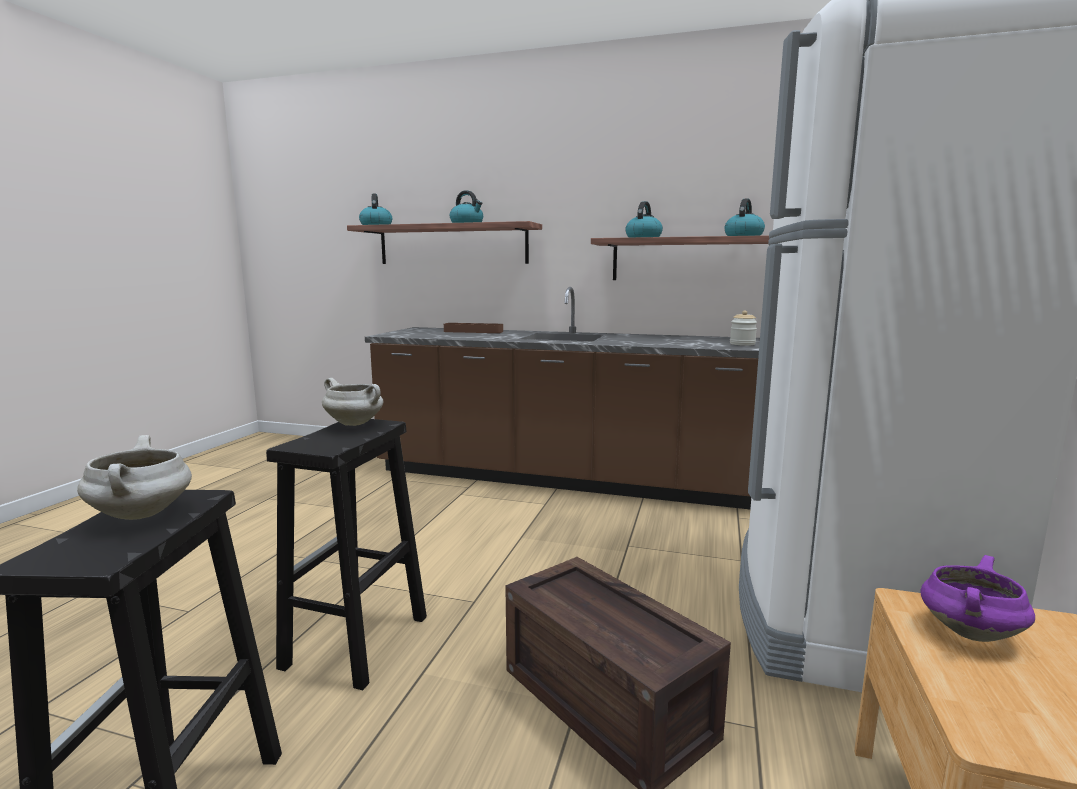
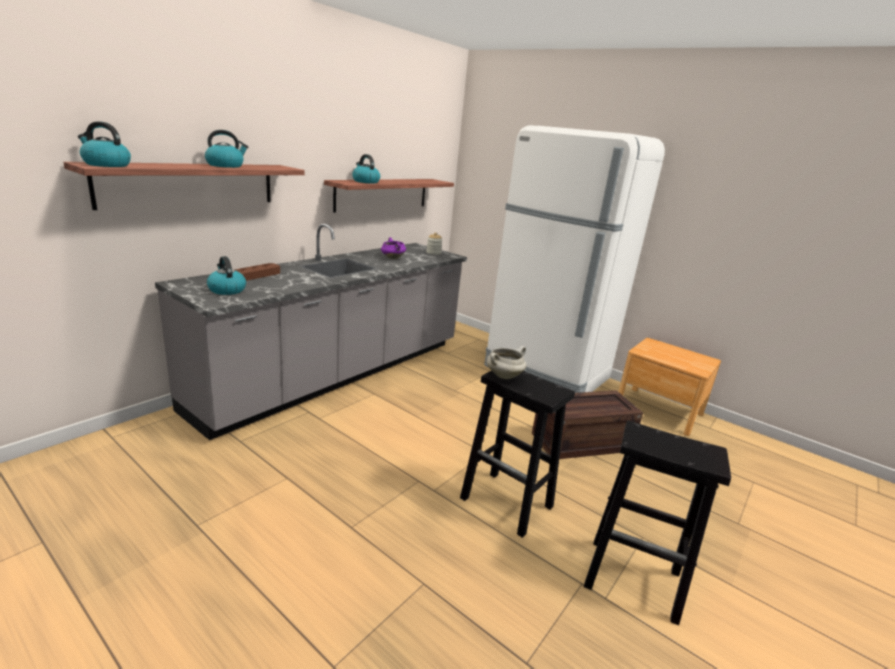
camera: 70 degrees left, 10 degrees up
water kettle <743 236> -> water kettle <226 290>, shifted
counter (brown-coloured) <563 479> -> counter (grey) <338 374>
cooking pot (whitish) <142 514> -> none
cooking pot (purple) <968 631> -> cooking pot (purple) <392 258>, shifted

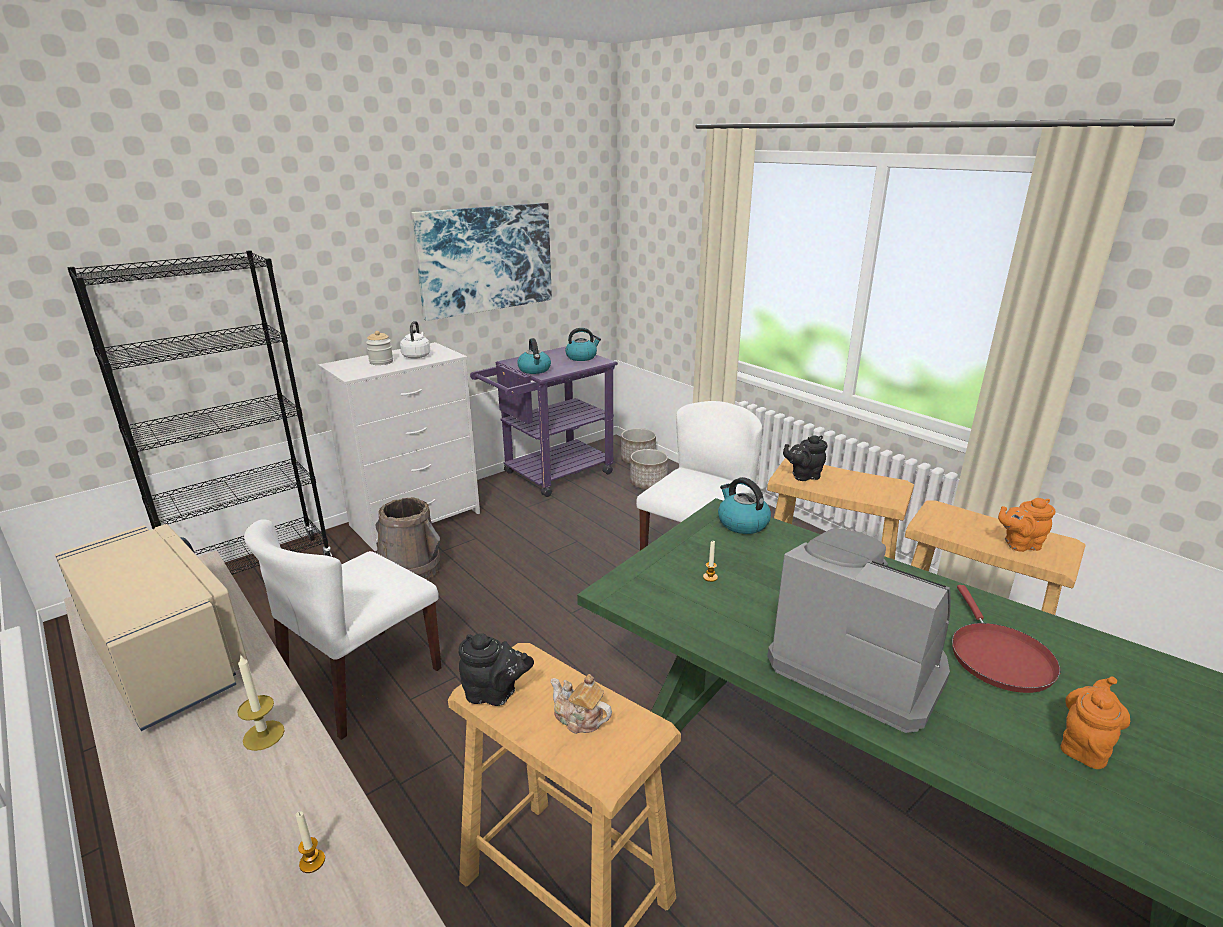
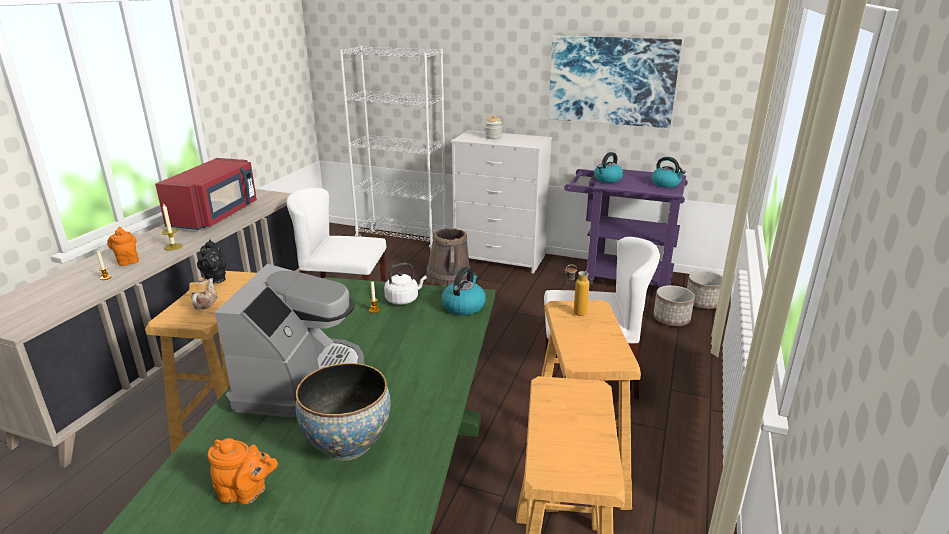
camera: 60 degrees right, 0 degrees up
bookcase (blackish) <253 571> -> bookcase (whitish) <402 242>
water kettle (whitish) <417 356> -> water kettle (whitish) <404 299>, shifted
tea pot (blackish) <803 476> -> drink bottle <574 313>
tea pot (orangey) <1019 544> -> tea pot (orangey) <127 260>, shifted
kitchen microwave (sand-coloured) <168 657> -> kitchen microwave (red-coloured) <216 215>
frying pan (red-coloured) <997 657> -> deep dish <348 444>

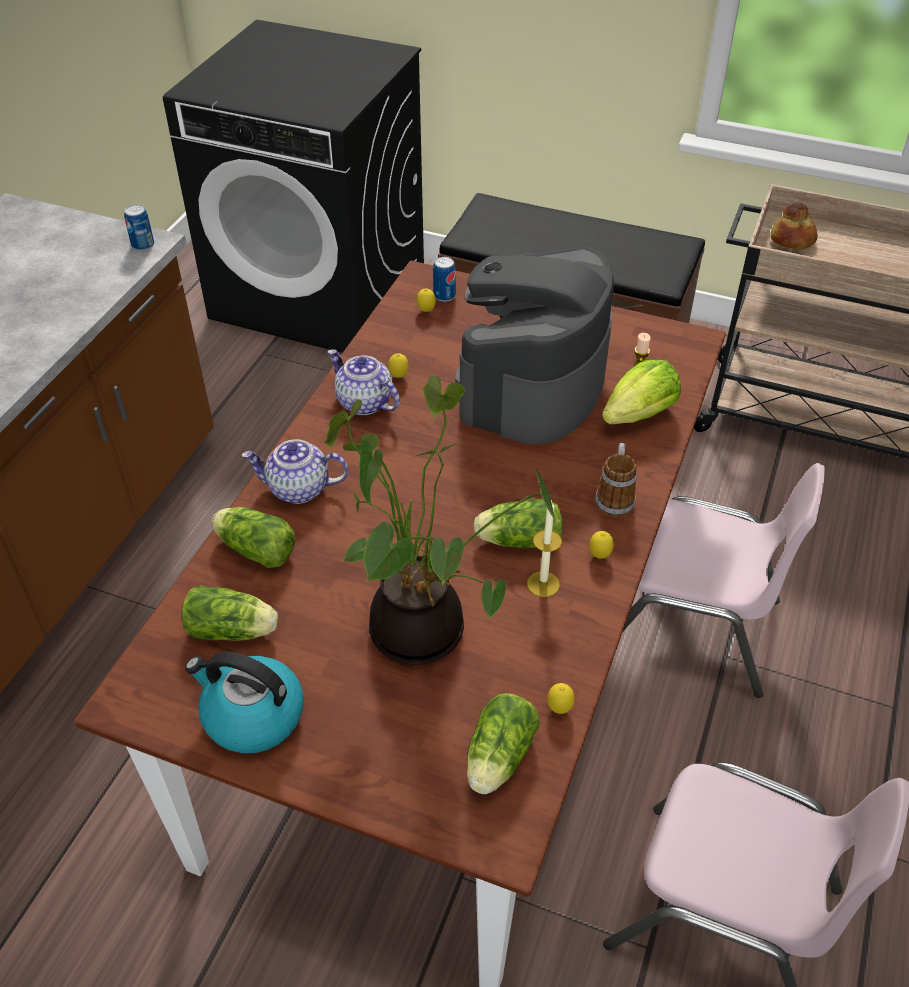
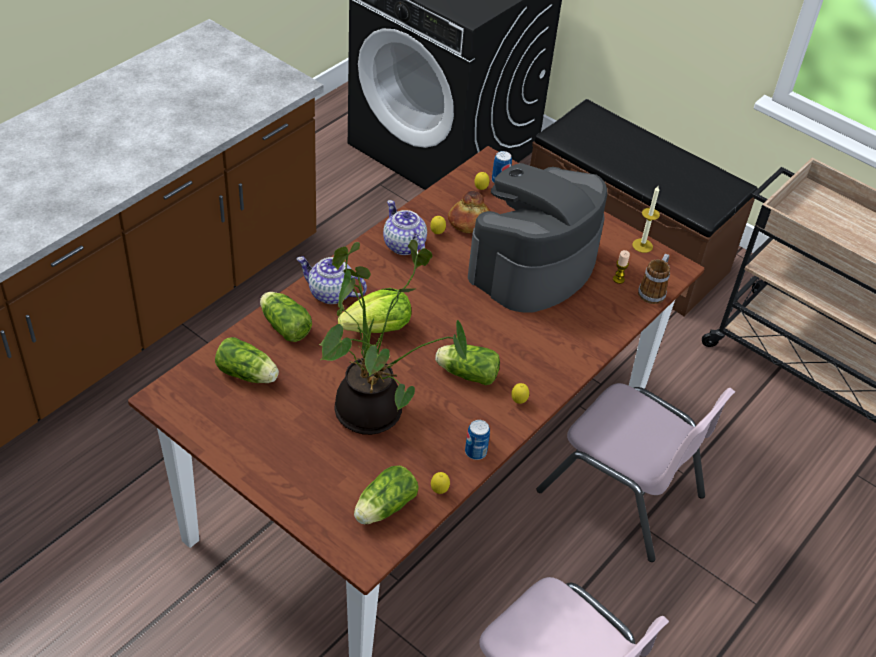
camera: 15 degrees right, 0 degrees up
baked bread <791 240> -> baked bread <469 222>, shifted
can <143 245> -> can <475 452>, shifted
lettuce head <640 415> -> lettuce head <378 329>, shifted
coffee mug <615 497> -> coffee mug <653 291>, shifted
wax candle <543 584> -> wax candle <642 245>, shifted
water kettle <252 716> -> none

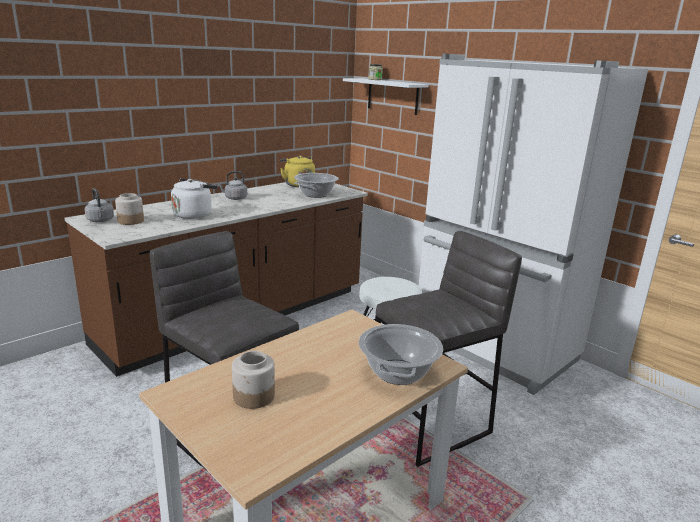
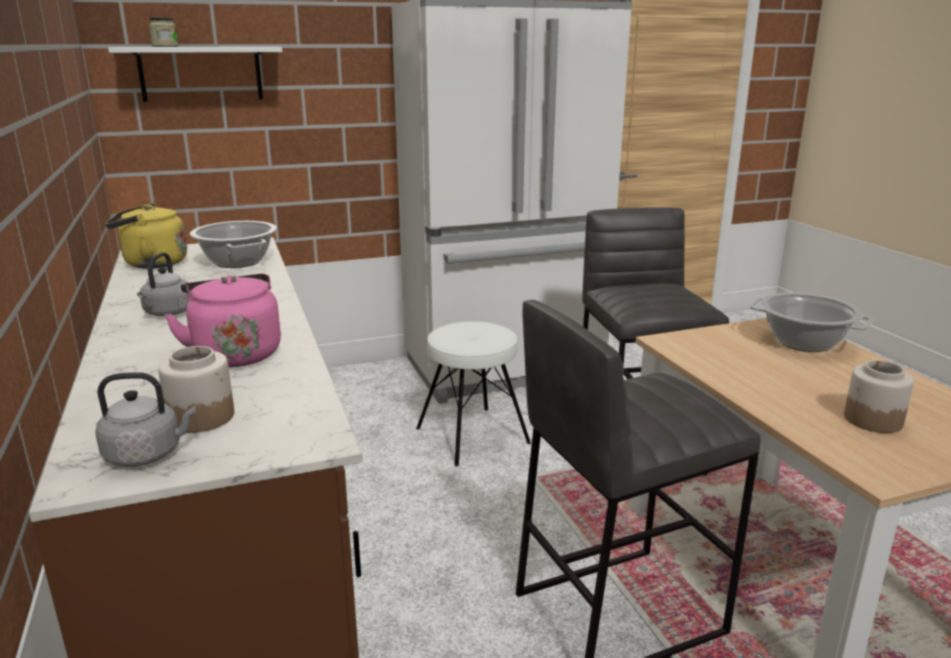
camera: 65 degrees left, 0 degrees up
water kettle (whitish) <194 214> -> water kettle (pink-coloured) <235 353>

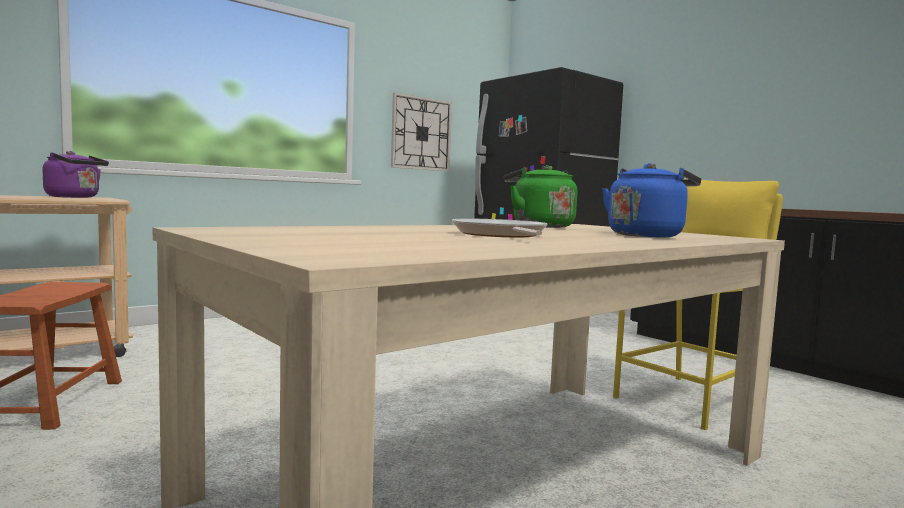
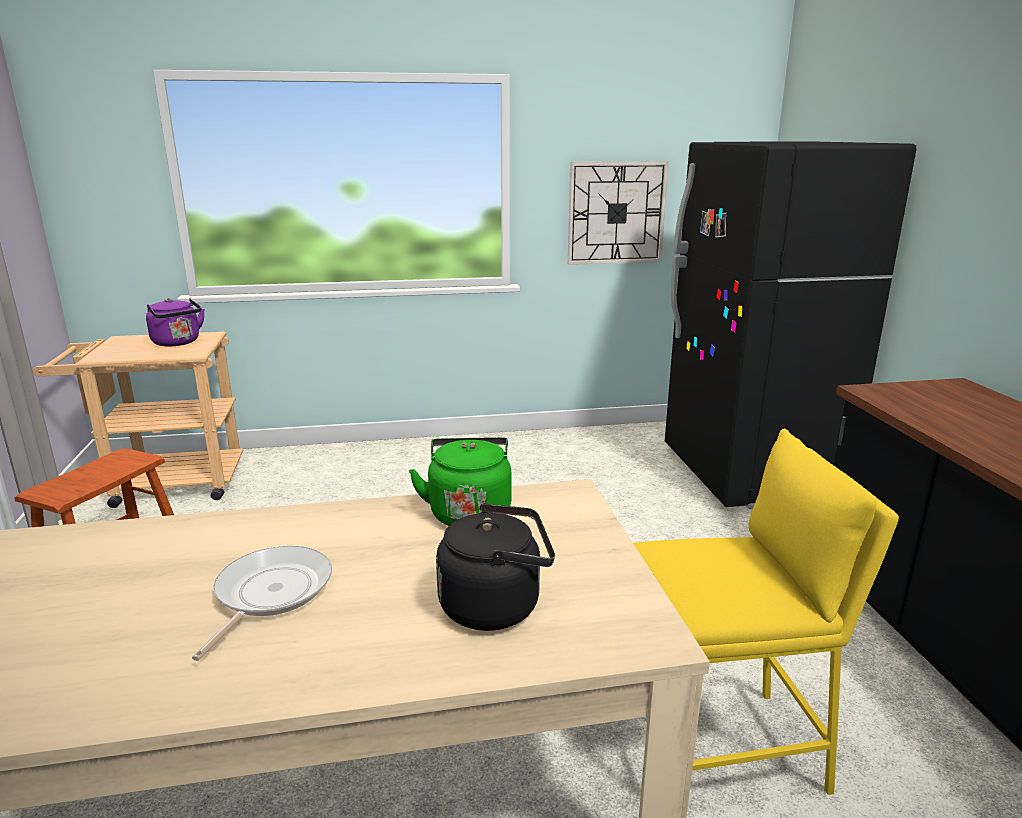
camera: 30 degrees right, 15 degrees up
water kettle (blue) <646 235> -> water kettle (blackish) <496 605>

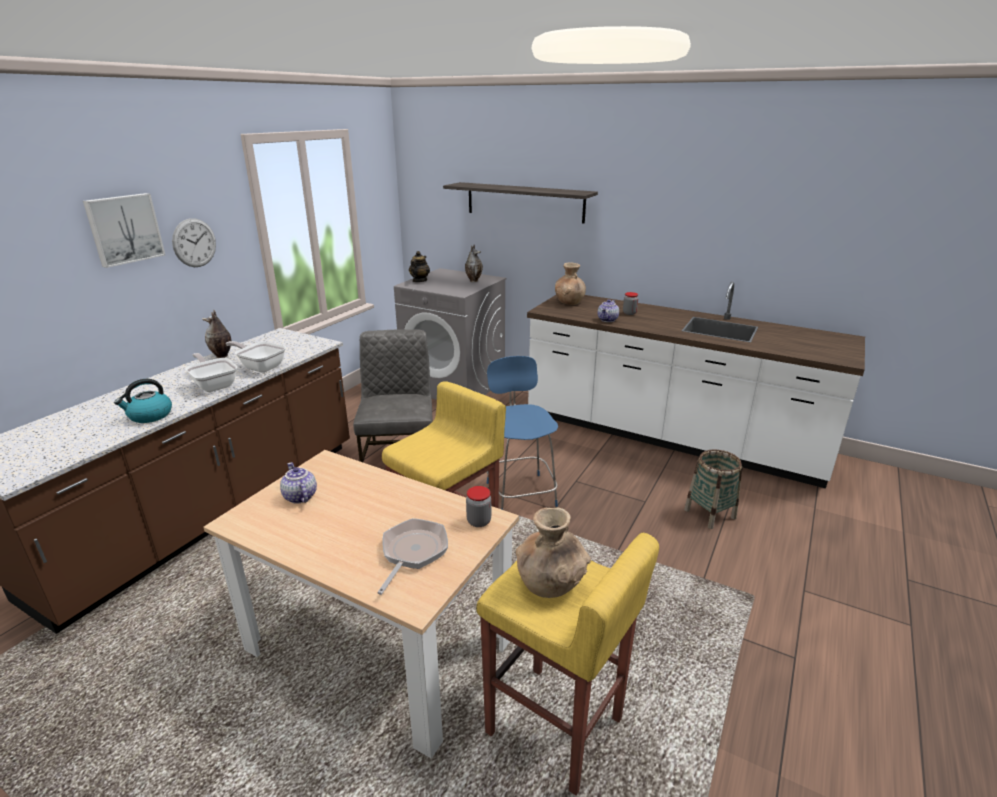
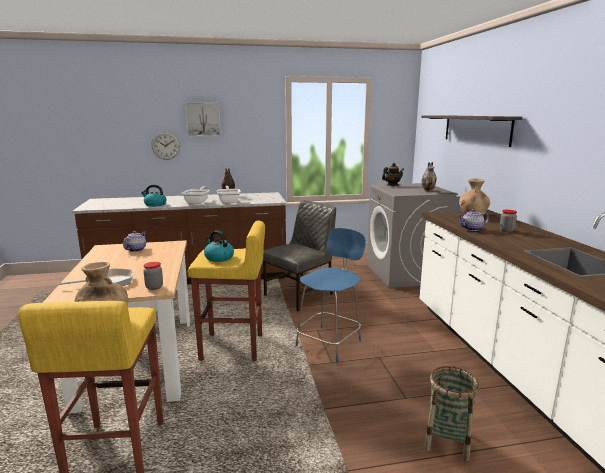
camera: 50 degrees right, 10 degrees down
wall clock <194 243> -> wall clock <165 145>, shifted
none -> water kettle <218 258>

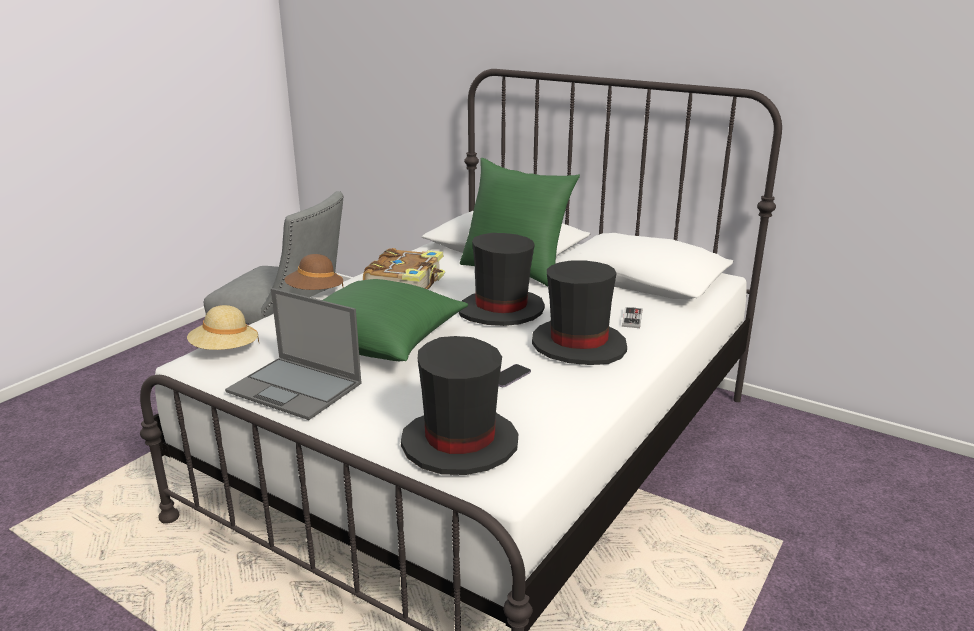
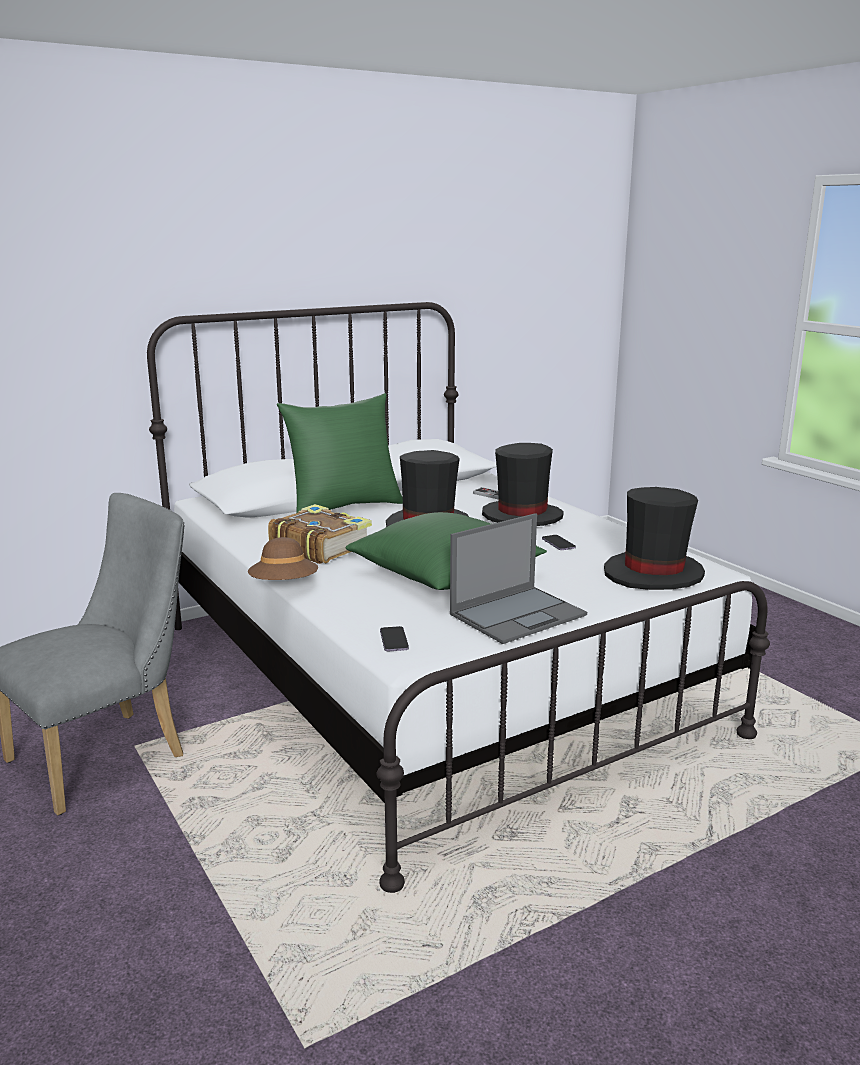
camera: 65 degrees left, 5 degrees down
hat (sand-coloured) <225 351> -> telephone <394 640>

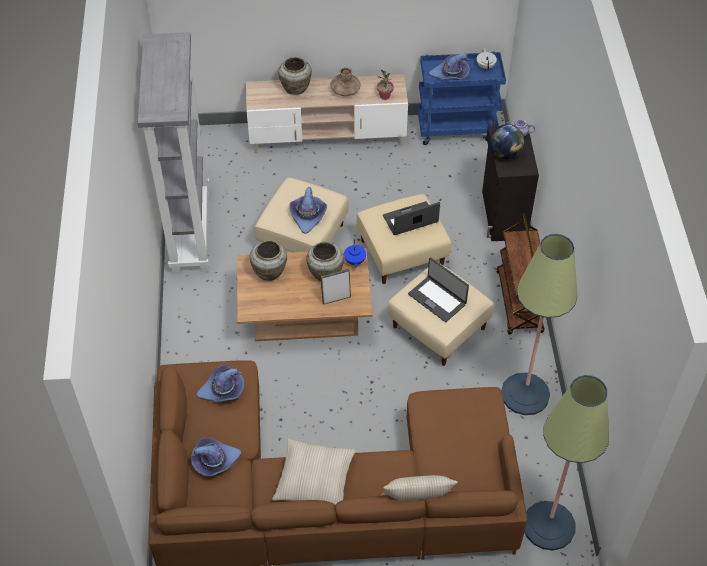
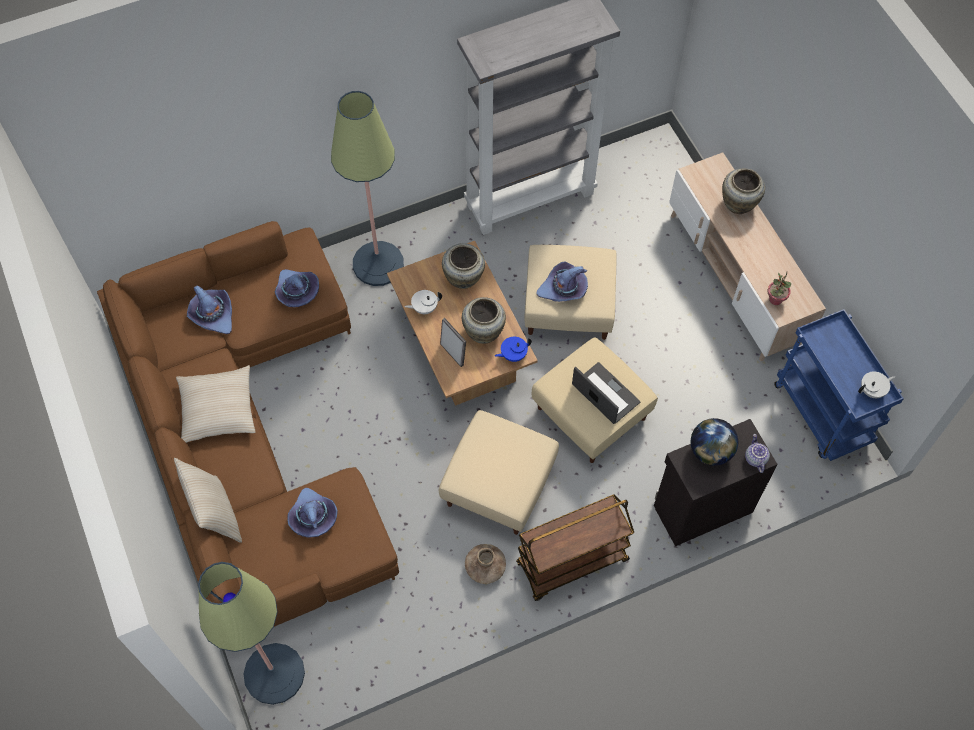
camera: 70 degrees right, 10 degrees up
hat (purple) <451 74> -> hat (purple) <312 516>, shifted
decorative vase (brown-coloured) <345 91> -> decorative vase (brown-coloured) <485 567>, shifted
floor lamp <525 394> -> floor lamp <378 264>, shifted
notebook computer <437 299> -> none
none -> tea pot (whitish) <424 308>

